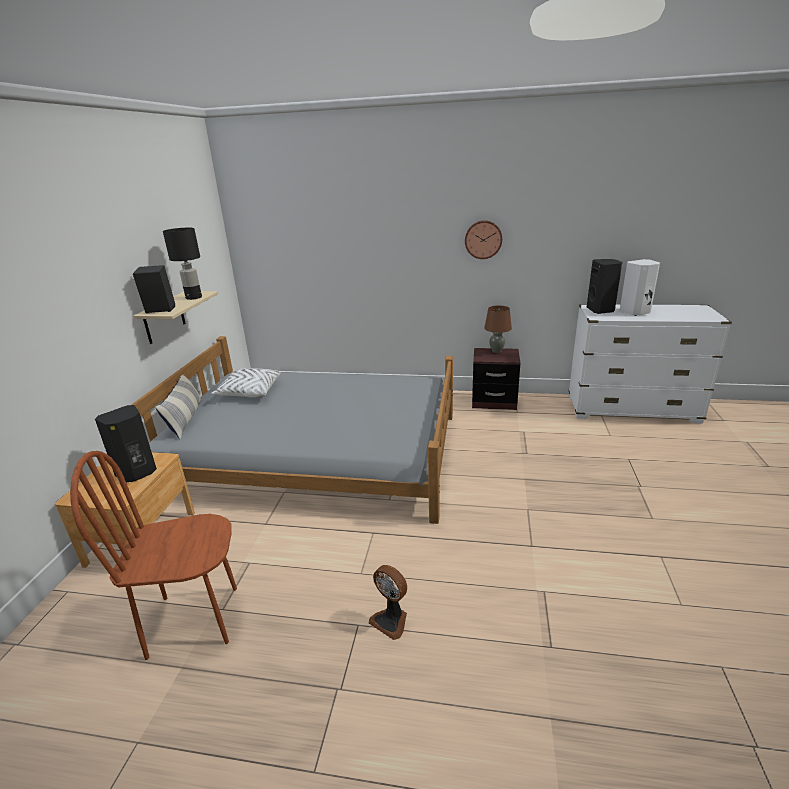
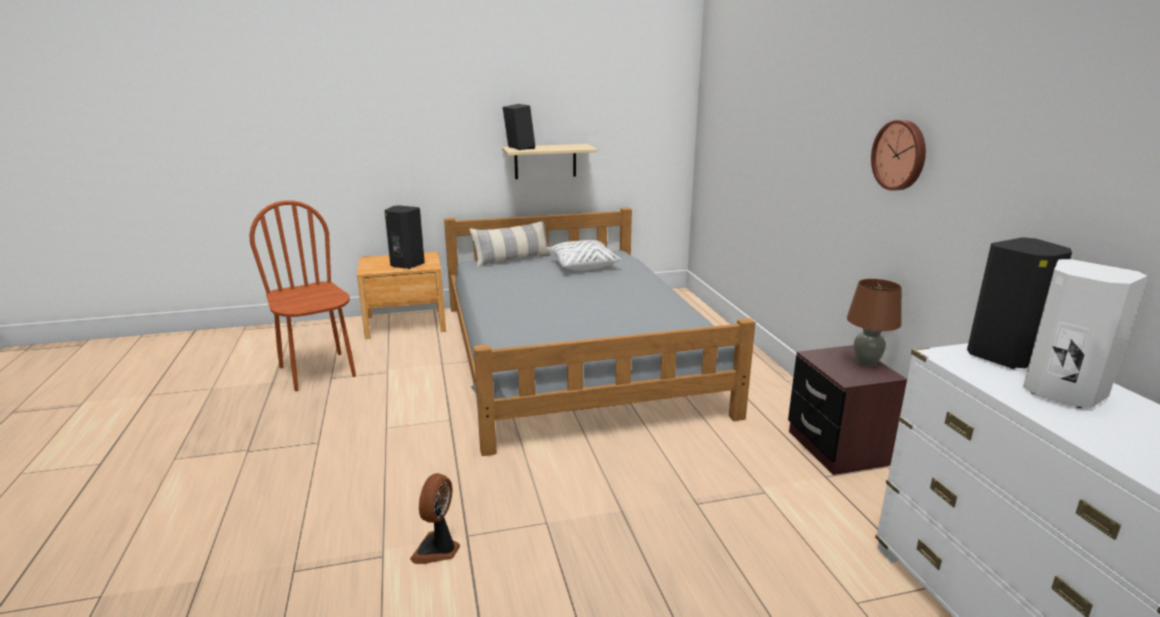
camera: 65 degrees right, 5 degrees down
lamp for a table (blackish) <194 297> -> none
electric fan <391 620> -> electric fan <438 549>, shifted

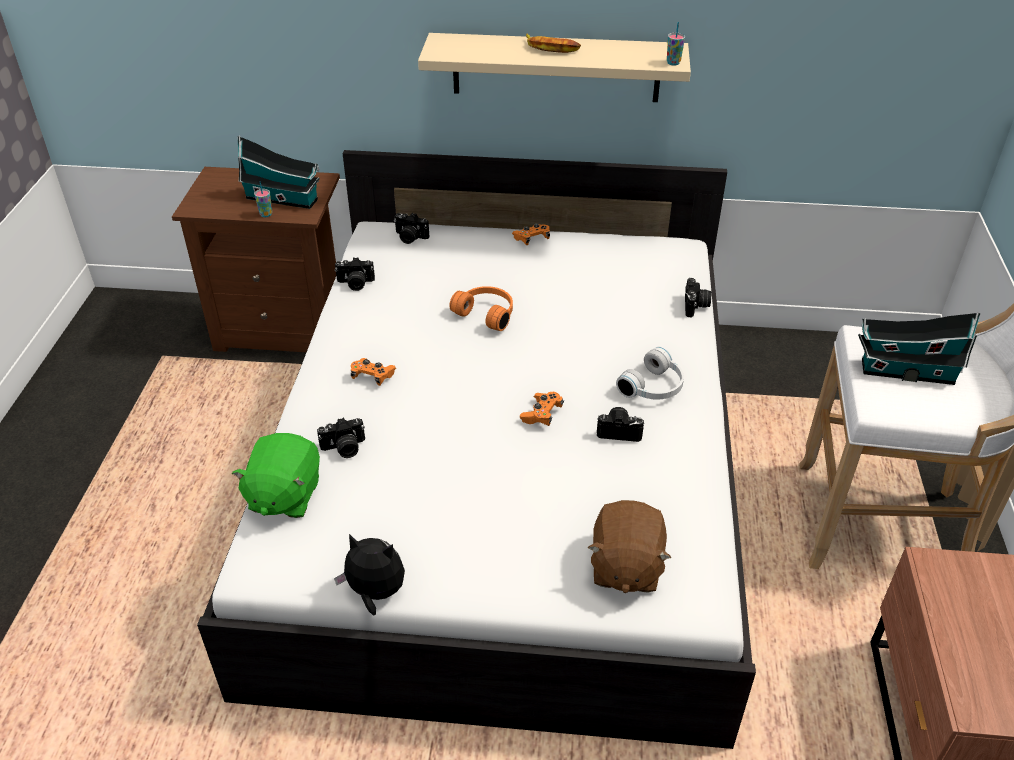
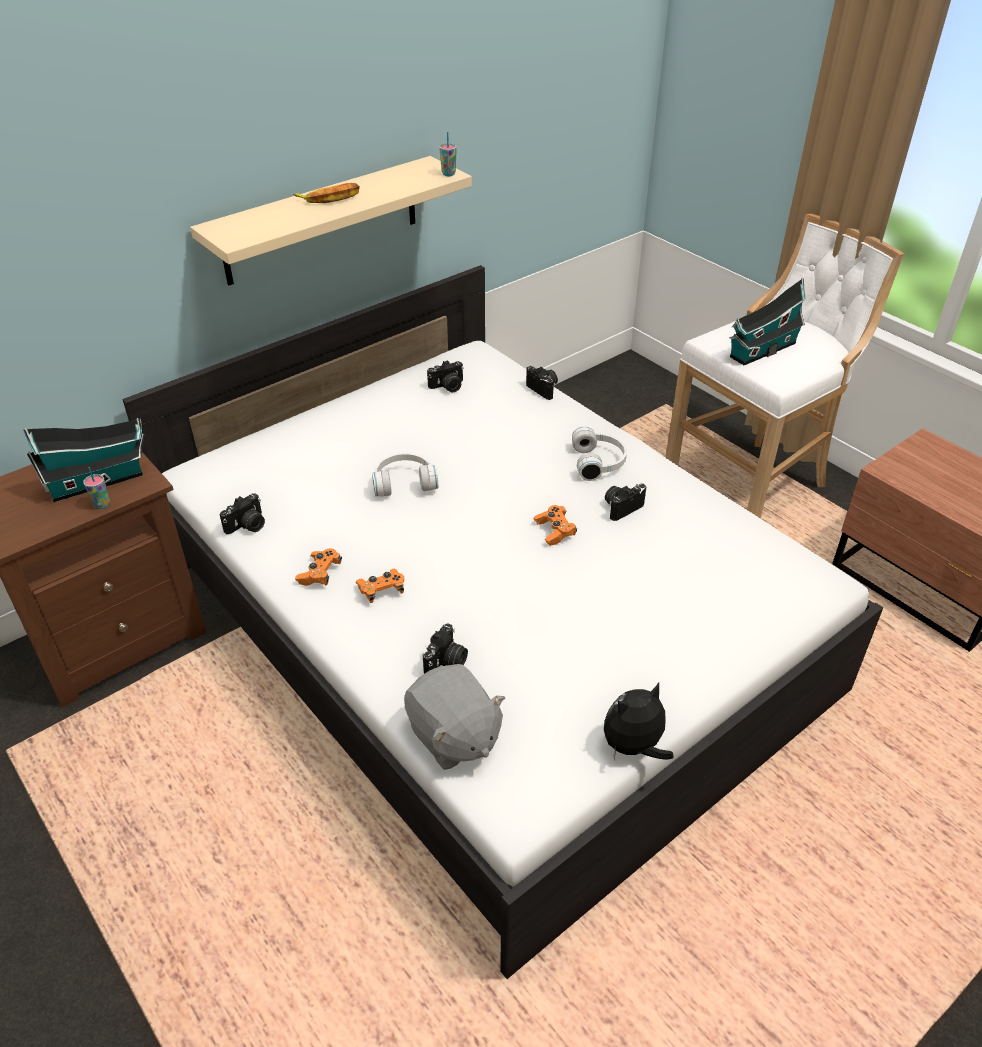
camera: 45 degrees left, 0 degrees up
still camera <410 237> -> still camera <447 387>, shifted
gamepad (orangey) <531 239> -> gamepad (orangey) <320 574>, shifted
headset (orangey) <487 313> -> headset (whitish) <404 482>
soft toy (green) <284 495> -> soft toy (grey) <453 736>
soft toy (brown-coloured) <625 567> -> none

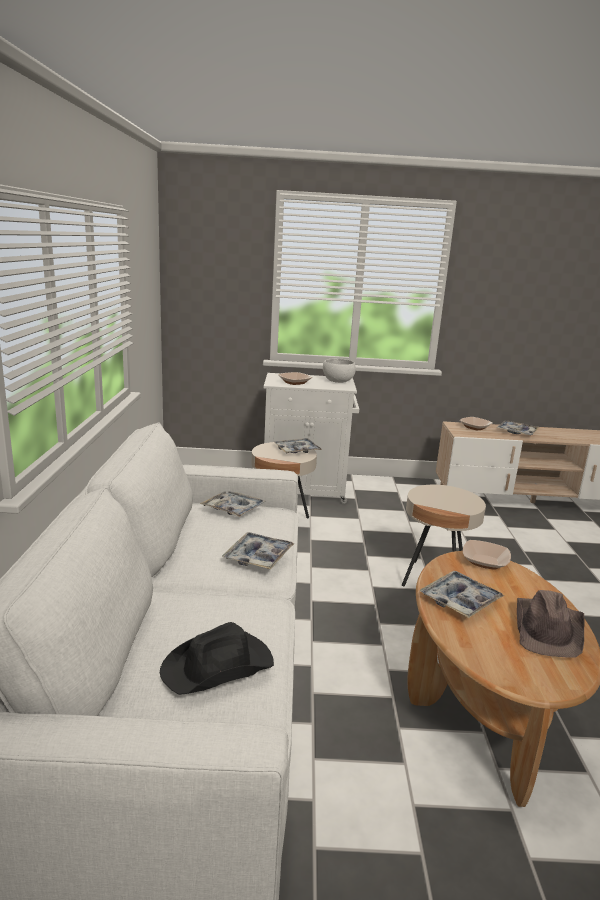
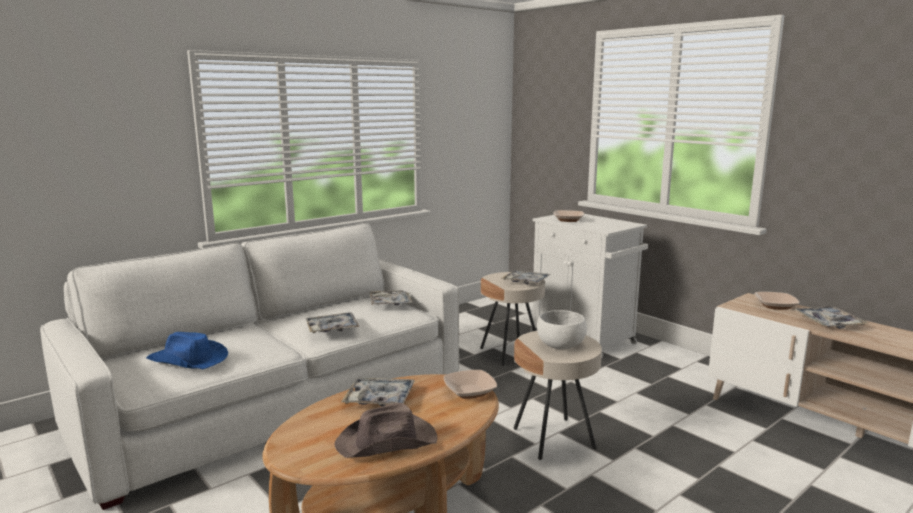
camera: 50 degrees right, 5 degrees down
deep dish (whitish) <338 381> -> deep dish (whitish) <561 345>, shifted
hat (blackish) <219 667> -> hat (blue) <188 360>

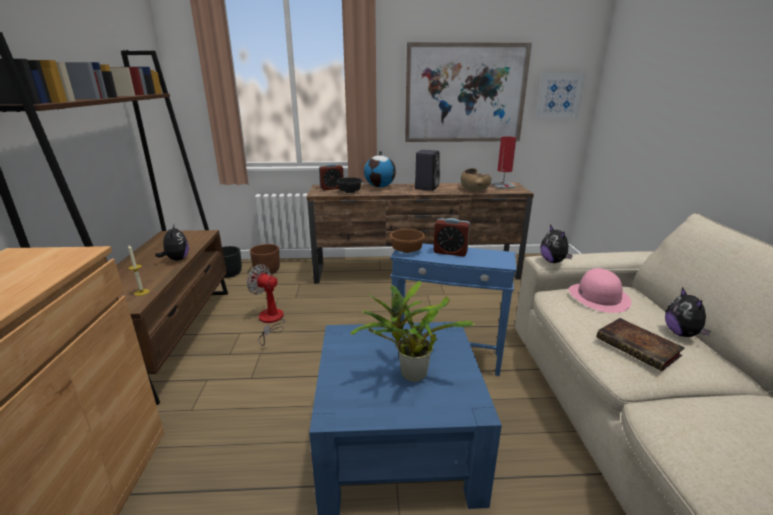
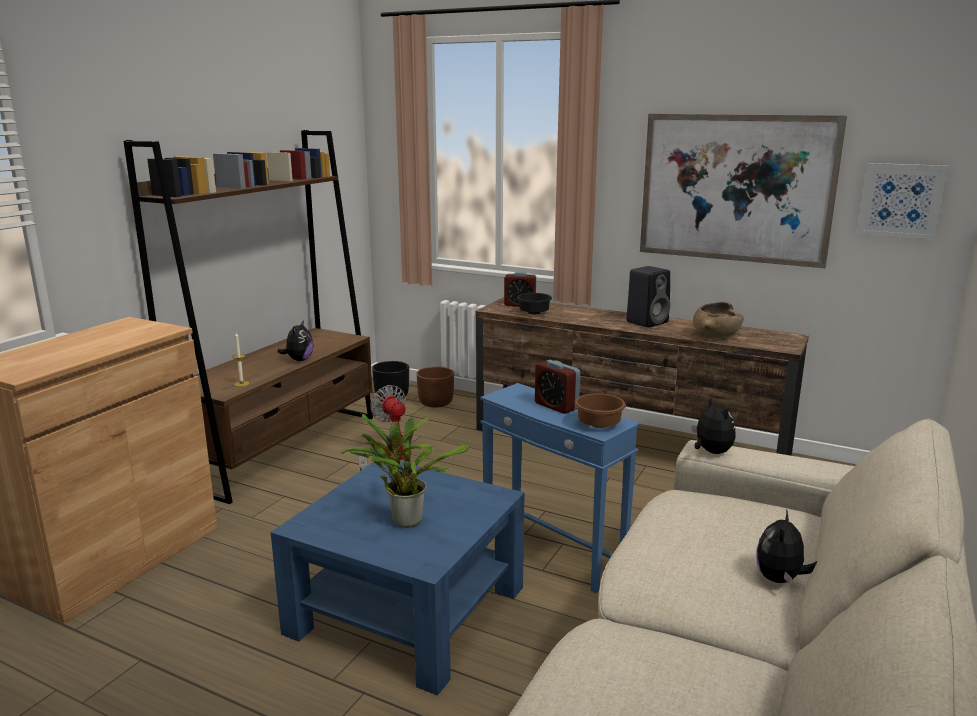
camera: 30 degrees right, 5 degrees down
lamp for a table (red-coloured) <503 185> -> none
desk globe <380 187> -> none
soft toy <553 261> -> soft toy <711 452>, 150 degrees clockwise
deep dish (brown-coloured) <407 251> -> deep dish (brown-coloured) <598 425>, shifted
hat (pink-coloured) <598 297> -> none
bound book <639 347> -> none

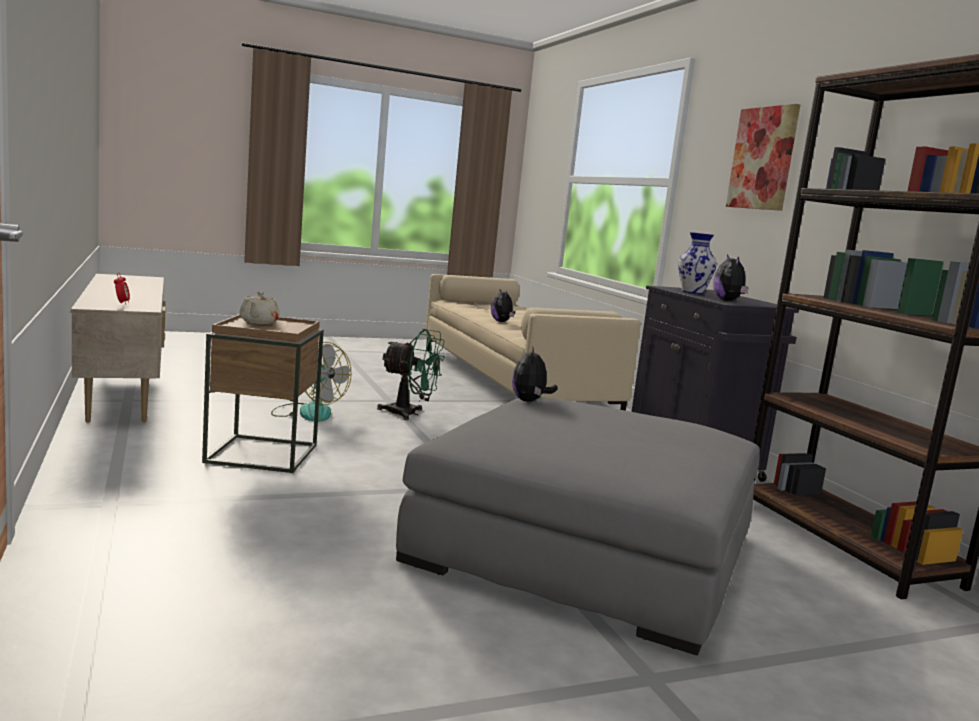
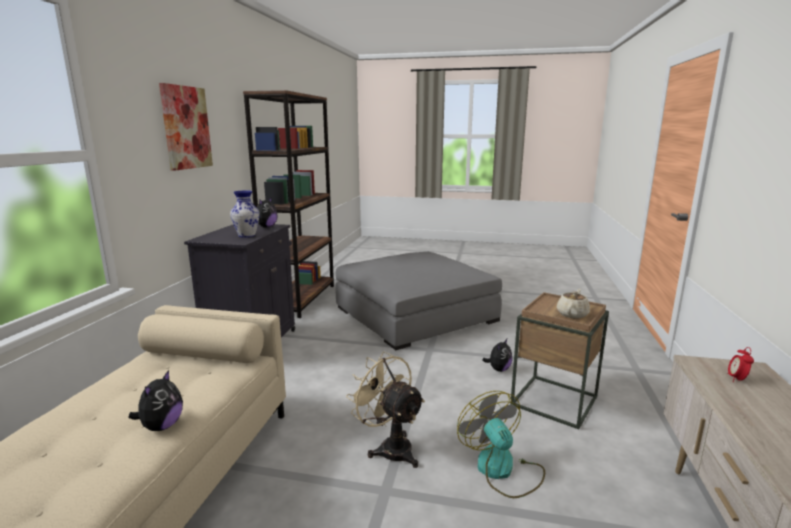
camera: 145 degrees left, 5 degrees up
electric fan (green) <409 414> -> electric fan (sand-coloured) <390 447>
soft toy <529 401> -> soft toy <498 369>, shifted

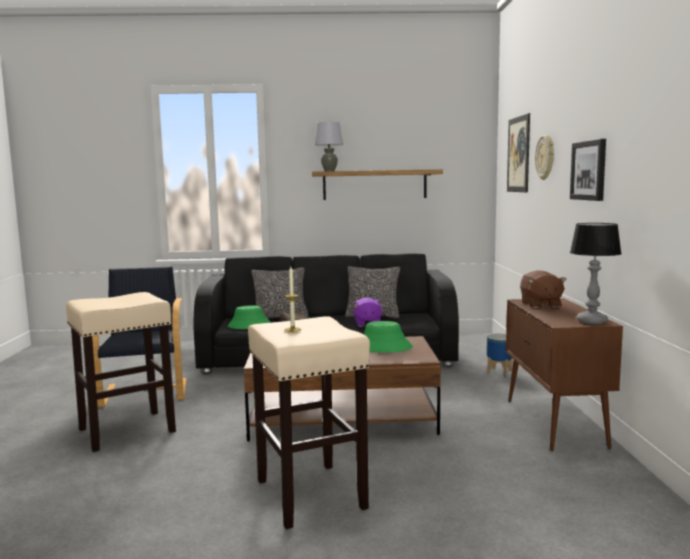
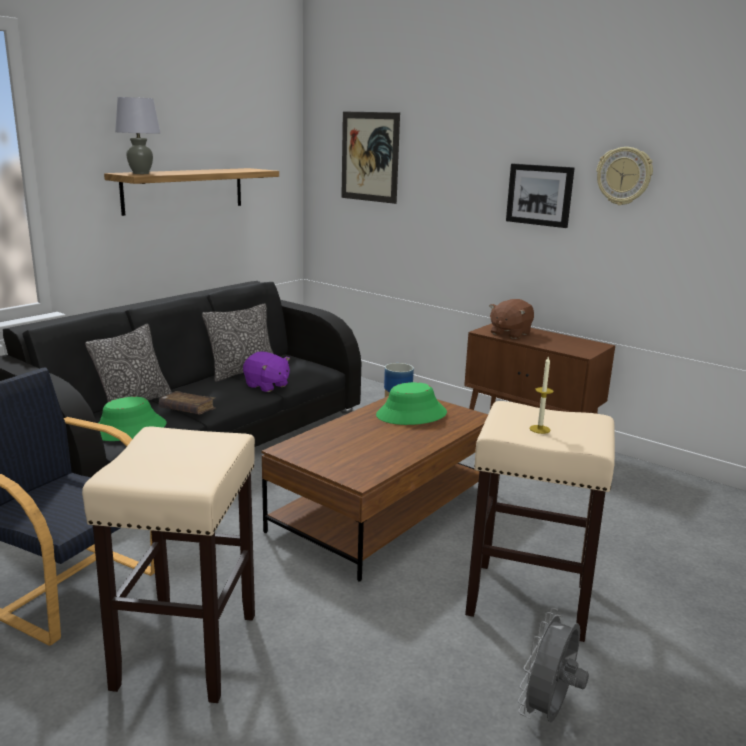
camera: 50 degrees left, 10 degrees up
wall clock <546 157> -> wall clock <624 176>, shifted
lamp for a table <591 321> -> none
soft toy (brown-coloured) <540 305> -> soft toy (brown-coloured) <509 333>, 90 degrees clockwise
none -> electric fan (grey) <548 712>

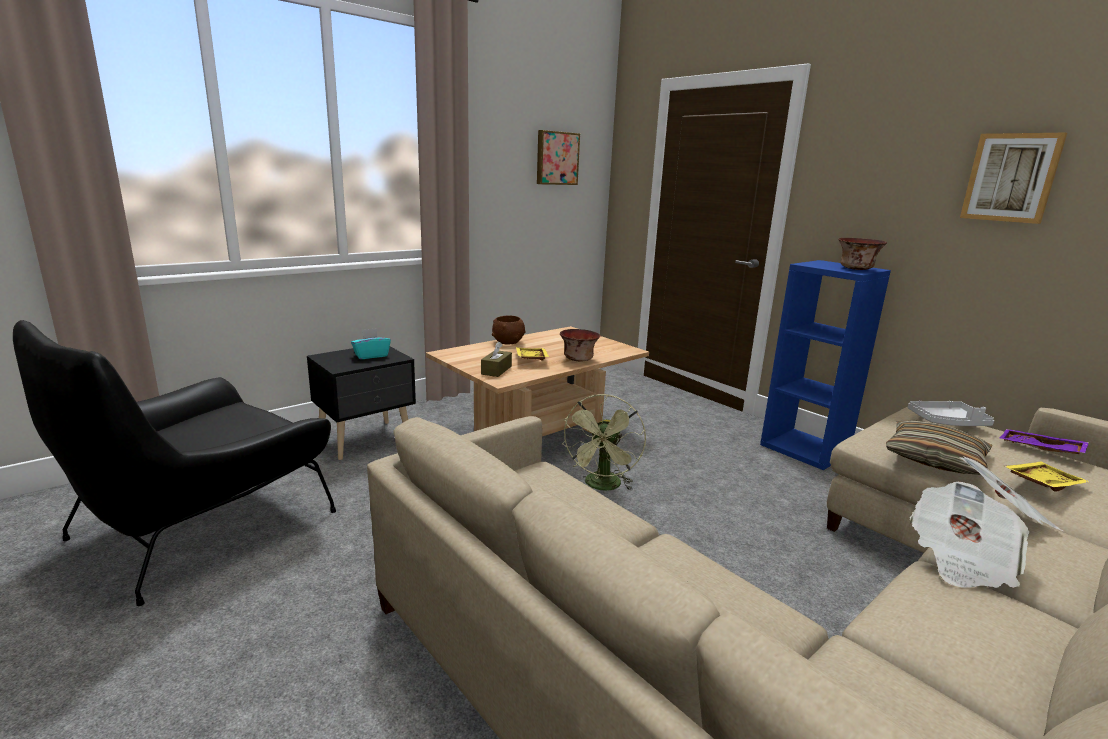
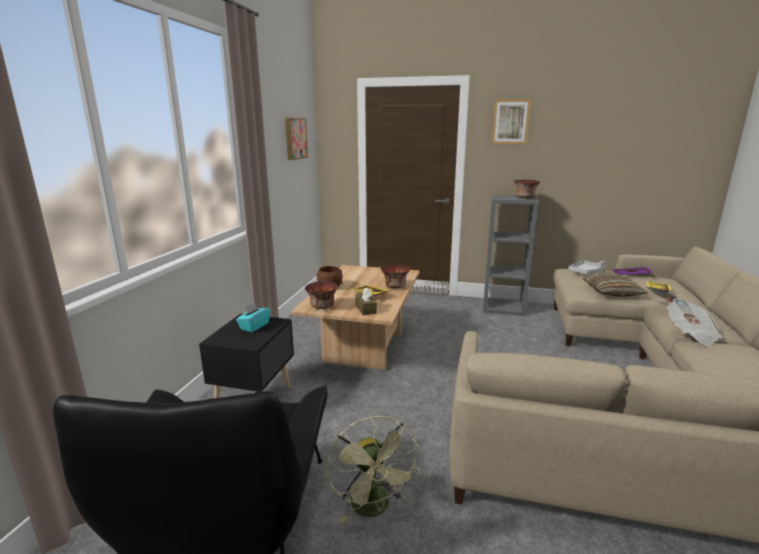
camera: 35 degrees left, 0 degrees up
wall picture <1011 178> -> wall picture <510 122>, shifted
bookcase (blue) <805 449> -> bookcase (grey) <504 307>
electric fan (green) <602 486> -> electric fan (green) <374 508>, shifted
none -> deep dish <322 307>

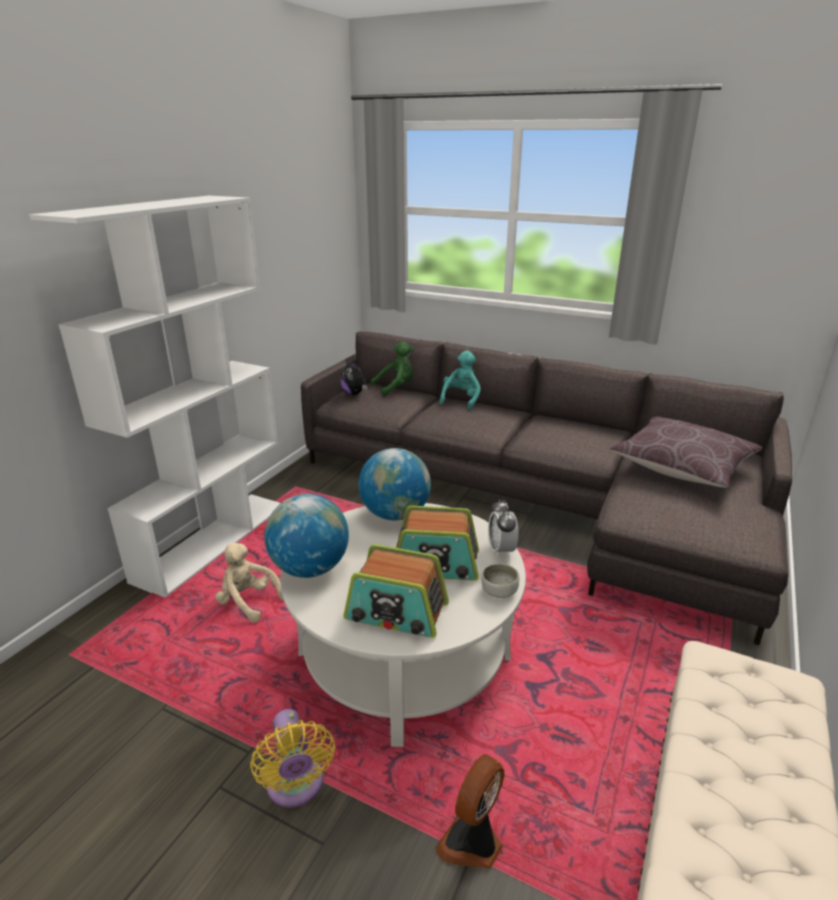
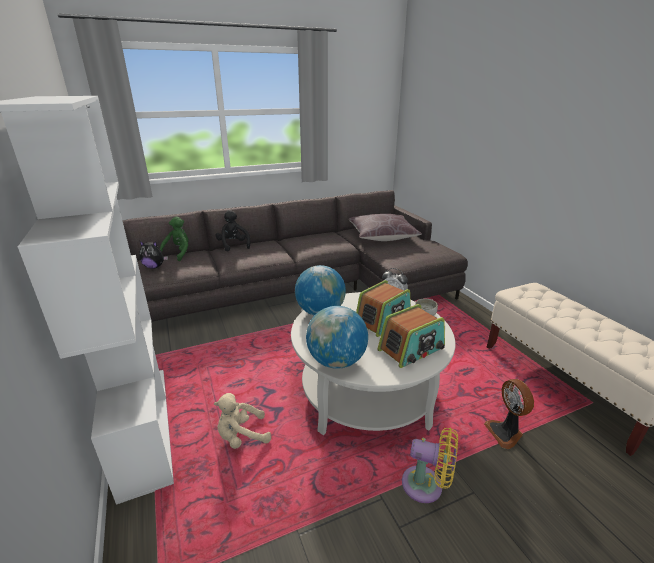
camera: 50 degrees left, 0 degrees up
soft toy (turquoise-coloured) <461 400> -> soft toy (blackish) <233 245>

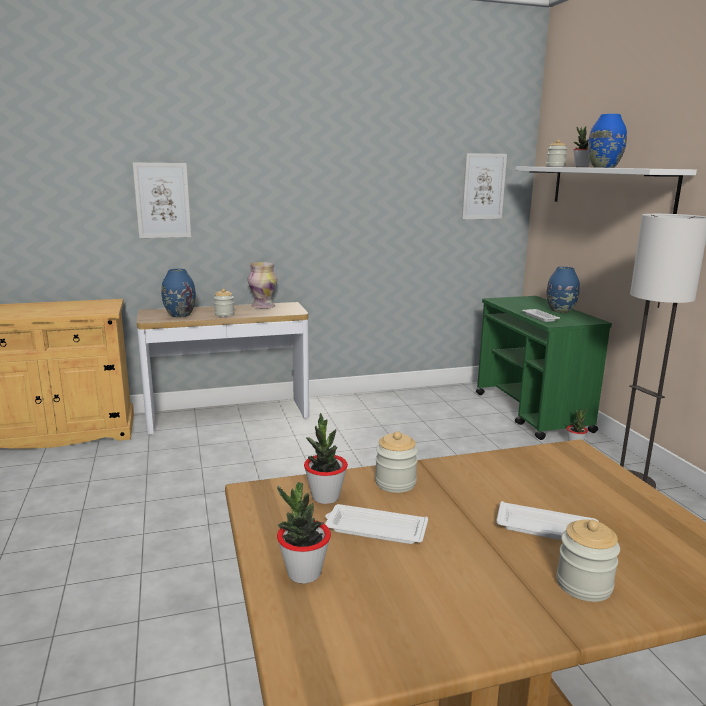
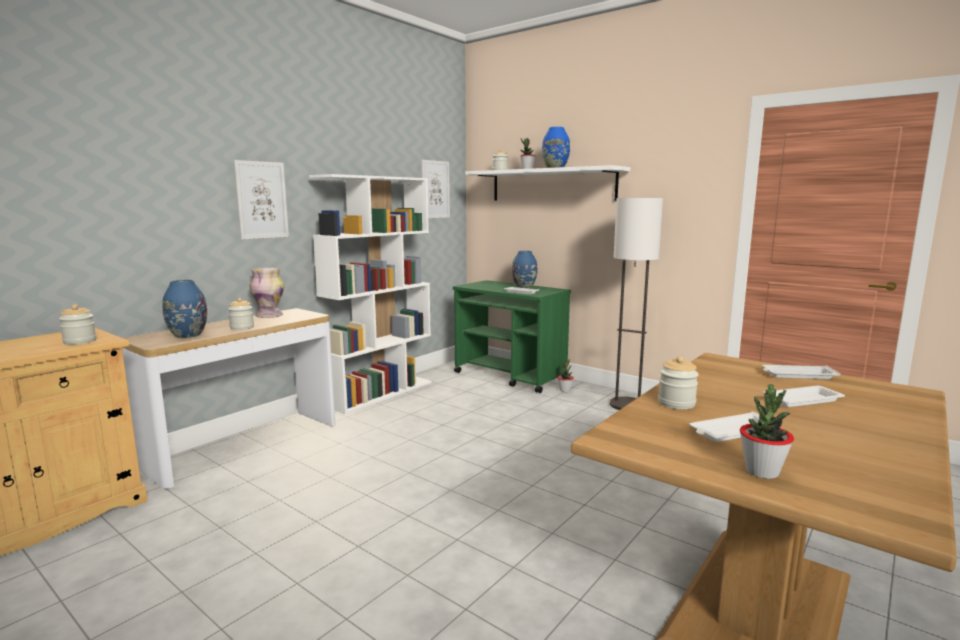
camera: 35 degrees left, 5 degrees down
wall picture <162 200> -> wall picture <261 200>, shifted
houseplant <325 497> -> none
storage jar <584 585> -> storage jar <80 341>, shifted
none -> bookcase (whitish) <380 393>
none -> tray (whitish) <797 375>

